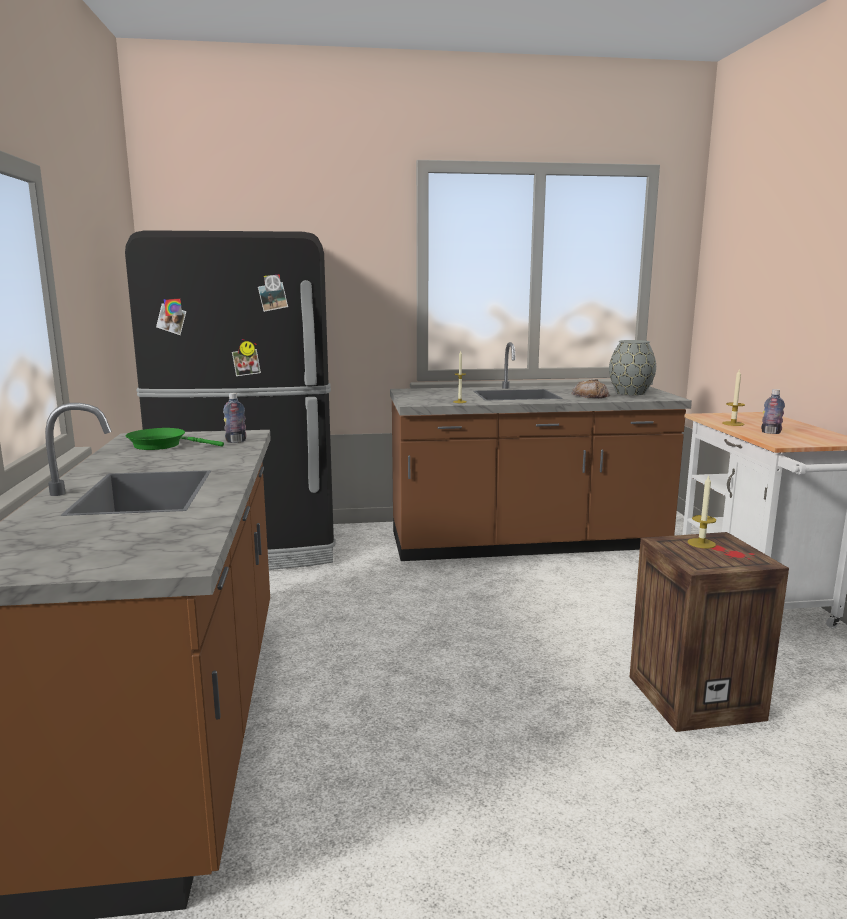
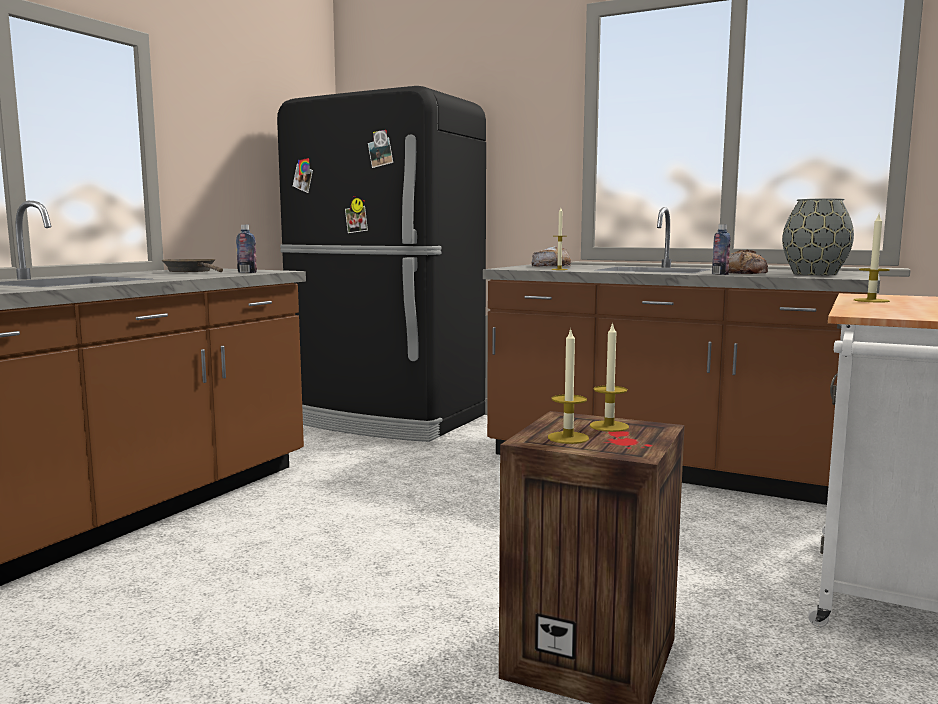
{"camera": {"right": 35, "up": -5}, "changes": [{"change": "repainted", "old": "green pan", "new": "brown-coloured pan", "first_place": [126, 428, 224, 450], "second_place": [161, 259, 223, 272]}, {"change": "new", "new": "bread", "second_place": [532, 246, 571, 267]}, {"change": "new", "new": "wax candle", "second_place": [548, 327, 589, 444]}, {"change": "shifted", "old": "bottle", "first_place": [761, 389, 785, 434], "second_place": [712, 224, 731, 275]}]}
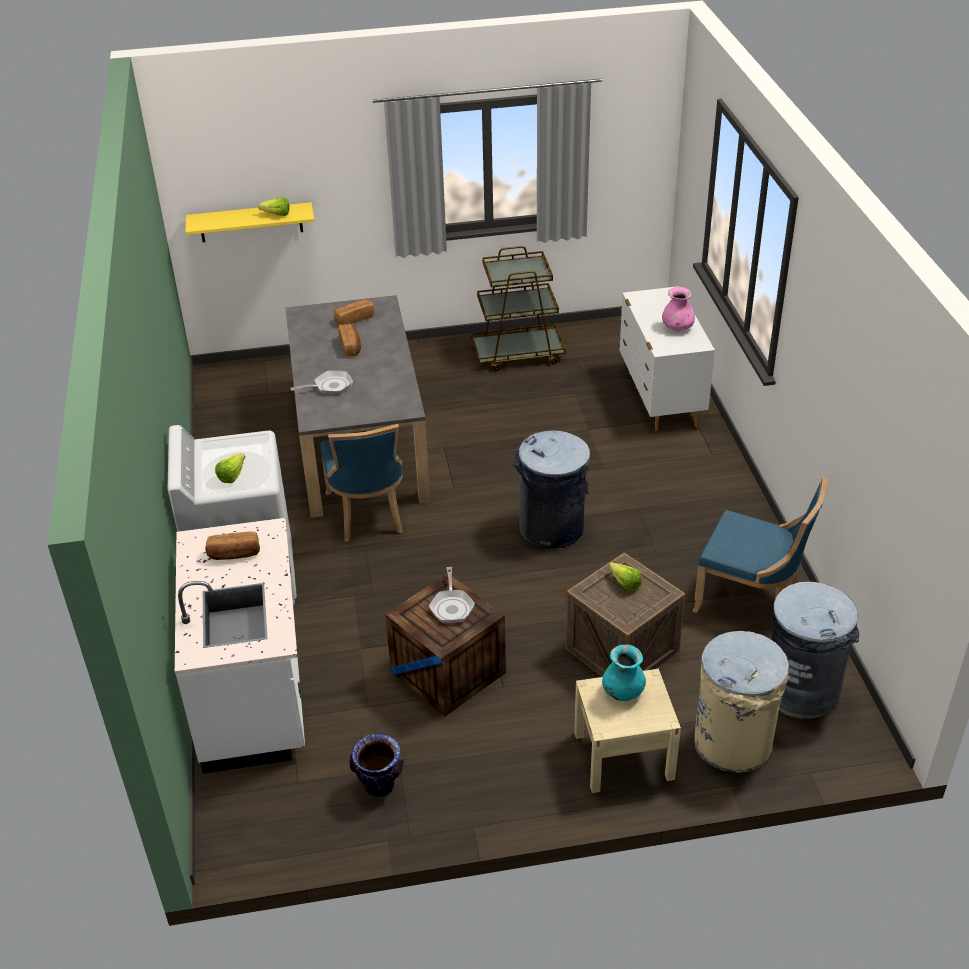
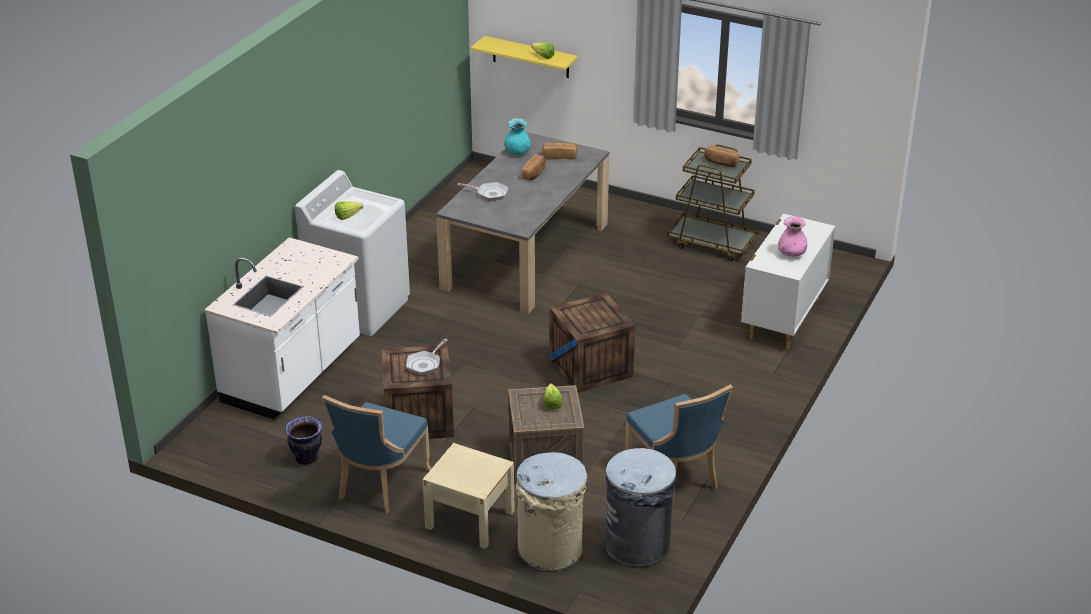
{"camera": {"right": 35, "up": -5}, "changes": [{"change": "shifted", "old": "blue-coloured plain chair", "first_place": [321, 424, 403, 542], "second_place": [322, 395, 431, 513]}, {"change": "shifted", "old": "turquoise decorative vase", "first_place": [602, 644, 646, 701], "second_place": [504, 118, 531, 155]}, {"change": "swapped", "old": "gray trash can", "new": "shipping crate", "first_place": [513, 431, 590, 549], "second_place": [549, 292, 635, 393]}, {"change": "shifted", "old": "bread", "first_place": [205, 531, 260, 560], "second_place": [704, 145, 740, 167]}]}
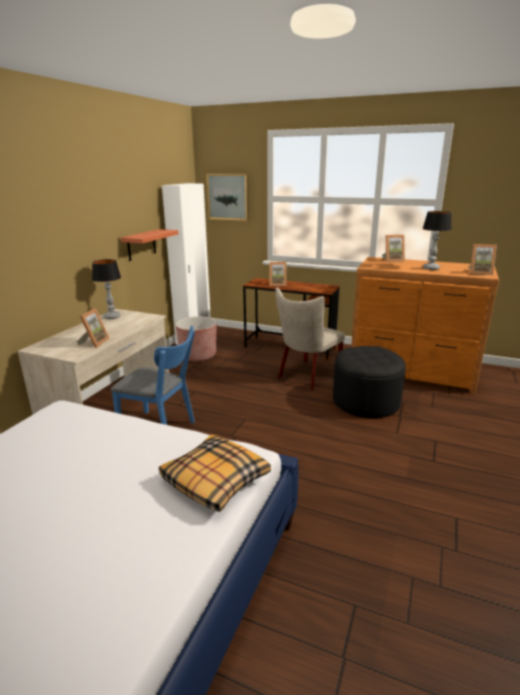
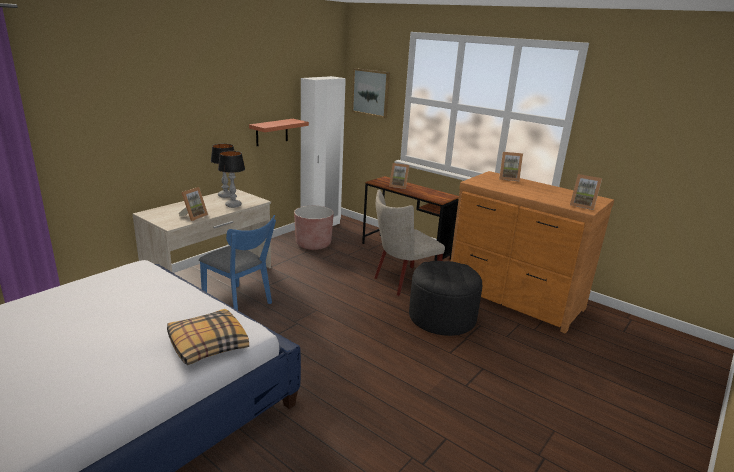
{"camera": {"right": 15, "up": 0}, "changes": [{"change": "shifted", "old": "tabletop lamp", "first_place": [422, 211, 452, 270], "second_place": [218, 151, 245, 208]}]}
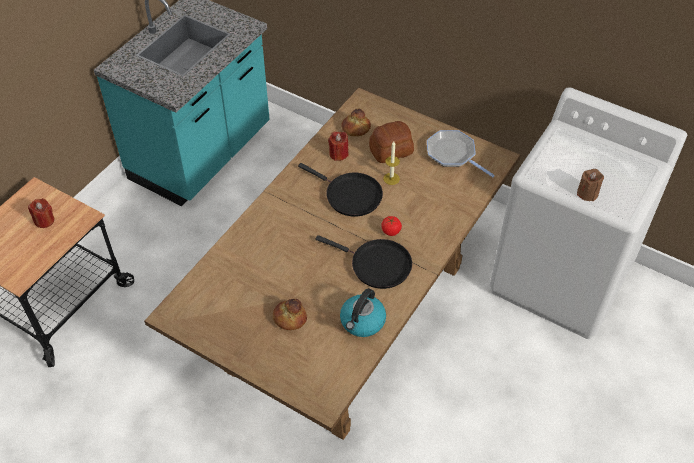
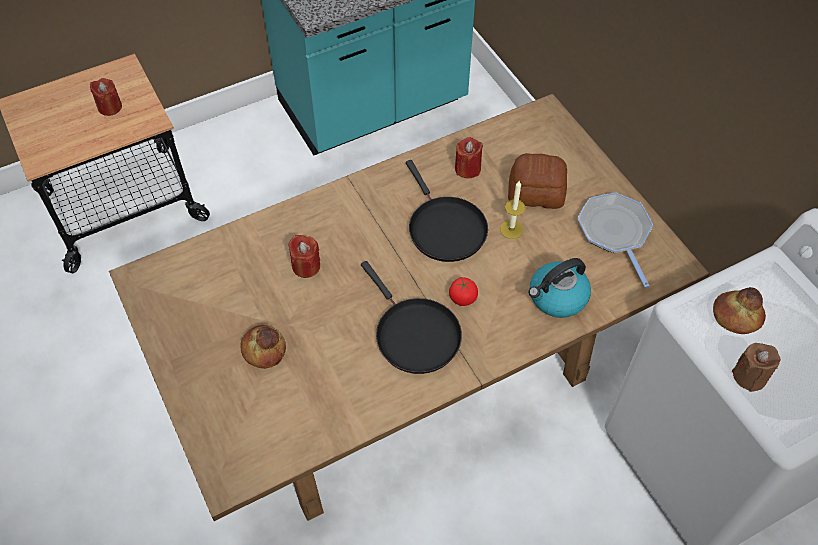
{"camera": {"right": 30, "up": 5}, "changes": [{"change": "new", "new": "red wax candle", "second_place": [288, 235, 320, 278]}, {"change": "shifted", "old": "kettle", "first_place": [340, 288, 386, 337], "second_place": [529, 258, 591, 318]}, {"change": "shifted", "old": "bread", "first_place": [342, 109, 371, 136], "second_place": [713, 287, 766, 334]}]}
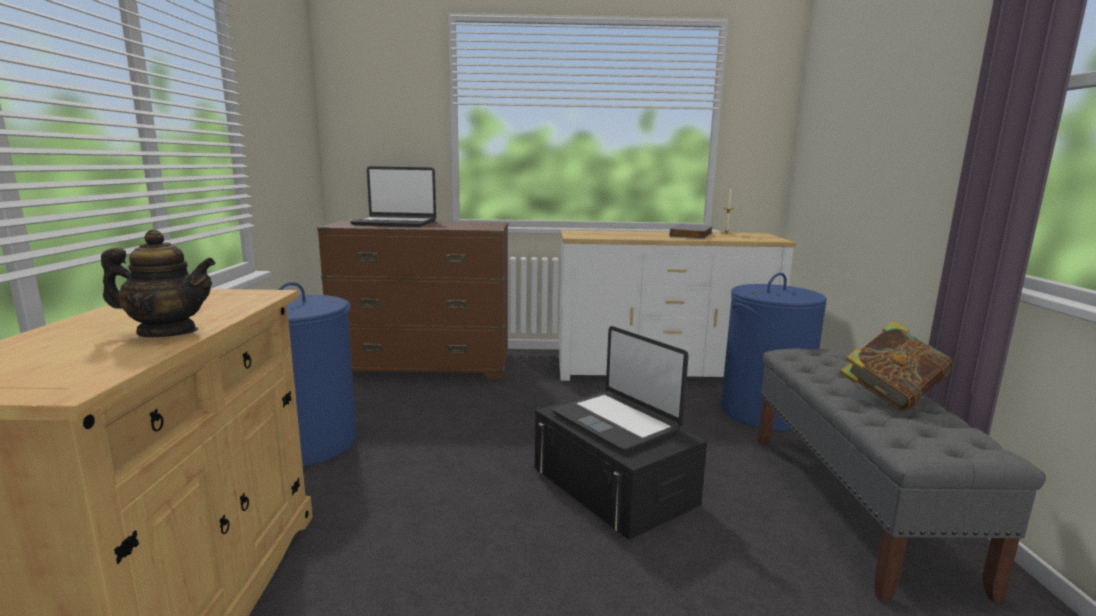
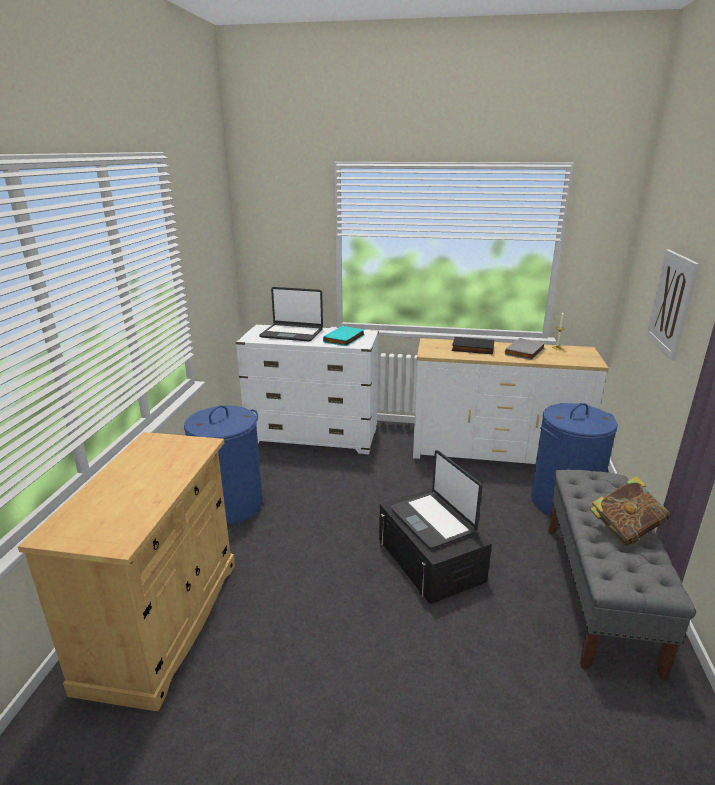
{"camera": {"right": 10, "up": 10}, "changes": [{"change": "repainted", "old": "brown-coloured dresser", "new": "white dresser", "first_place": [317, 219, 508, 380], "second_place": [236, 324, 379, 454]}, {"change": "new", "new": "turquoise book", "second_place": [323, 326, 365, 346]}, {"change": "new", "new": "black book", "second_place": [452, 337, 495, 354]}, {"change": "new", "new": "wall picture", "second_place": [646, 249, 700, 360]}, {"change": "gone", "old": "tea pot", "first_place": [101, 230, 216, 337]}]}
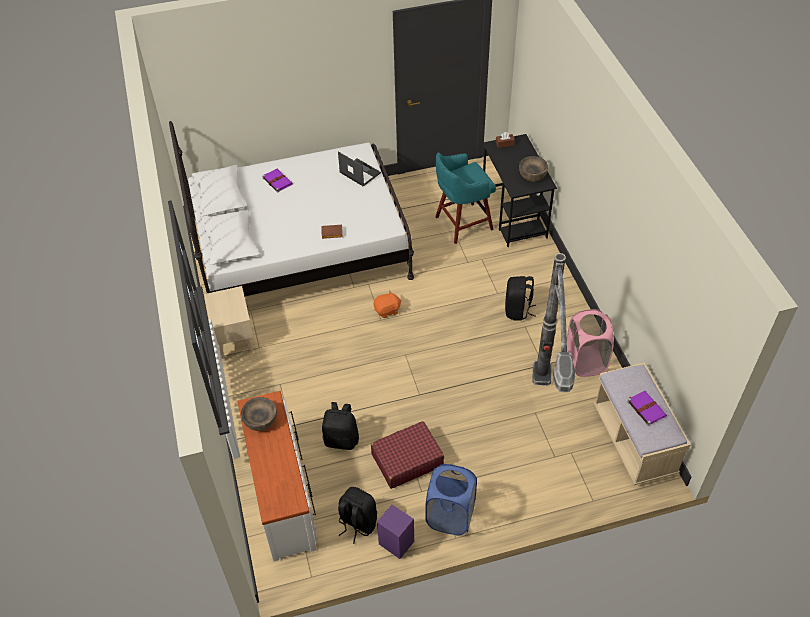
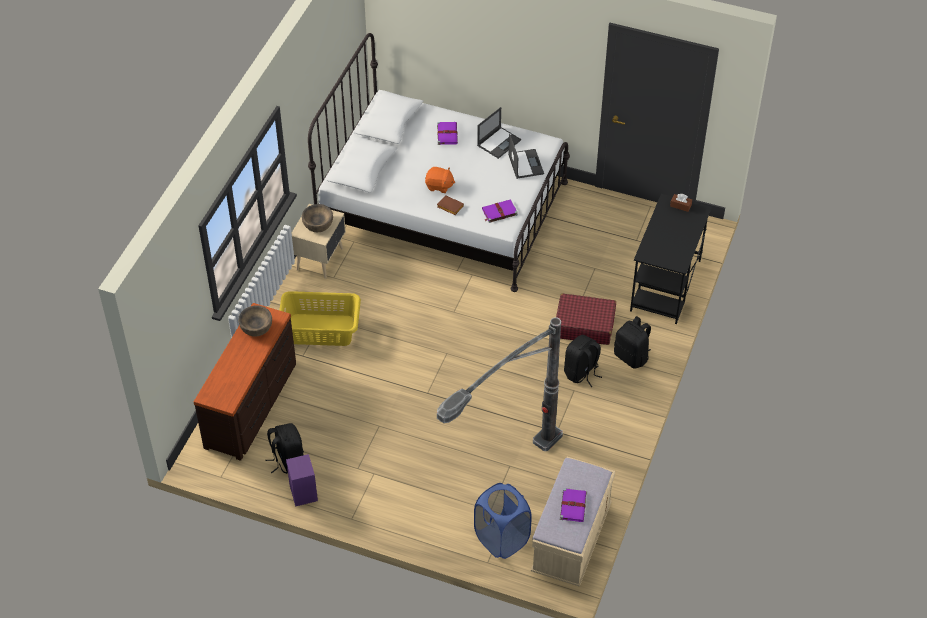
{"camera": {"right": 35, "up": 0}, "changes": [{"change": "repainted", "old": "white dresser", "new": "brown-coloured dresser", "first_place": [238, 391, 318, 562], "second_place": [194, 303, 296, 461]}, {"change": "new", "new": "yellowish hamper", "second_place": [279, 291, 361, 346]}, {"change": "shifted", "old": "brown-coloured deep dish", "first_place": [519, 156, 548, 182], "second_place": [302, 204, 333, 232]}, {"change": "shifted", "old": "orangey plush toy", "first_place": [373, 291, 402, 318], "second_place": [425, 167, 455, 193]}, {"change": "shifted", "old": "blue-coloured hamper", "first_place": [425, 464, 477, 536], "second_place": [474, 483, 532, 559]}, {"change": "new", "new": "laptop", "second_place": [477, 107, 521, 159]}, {"change": "new", "new": "purple-coloured book", "second_place": [482, 200, 518, 223]}, {"change": "shifted", "old": "red suitcase", "first_place": [371, 421, 444, 489], "second_place": [556, 294, 616, 345]}, {"change": "shifted", "old": "black backpack", "first_place": [322, 402, 359, 450], "second_place": [614, 316, 651, 368]}, {"change": "gone", "old": "turquoise stool", "first_place": [435, 153, 496, 244]}, {"change": "gone", "old": "pinkish hamper", "first_place": [567, 309, 614, 377]}]}
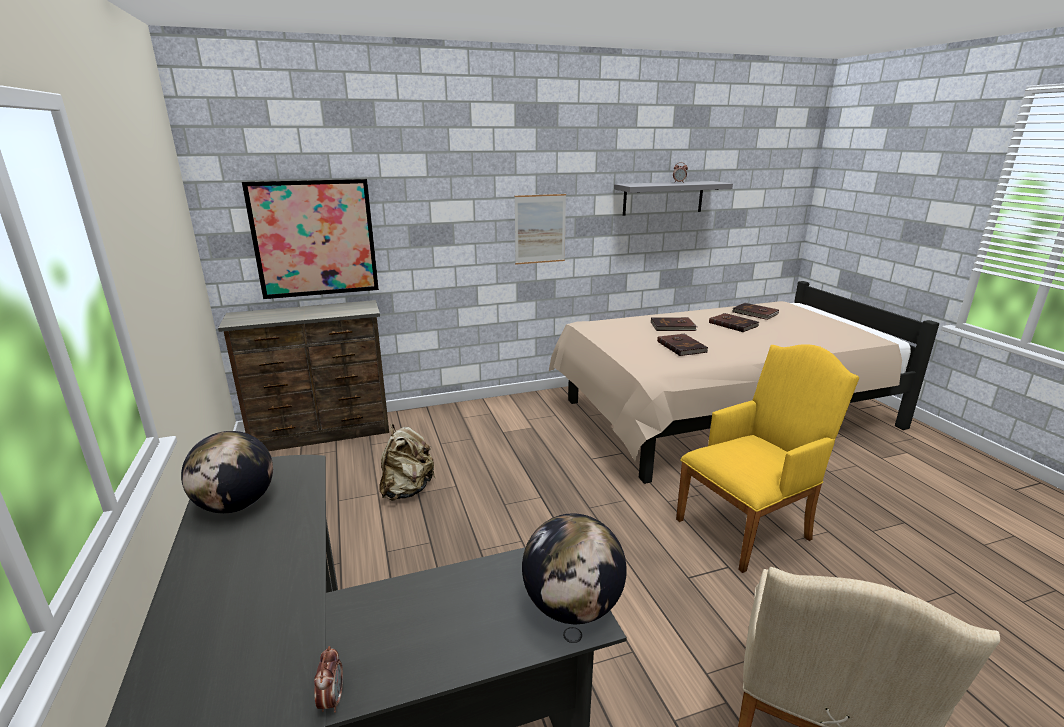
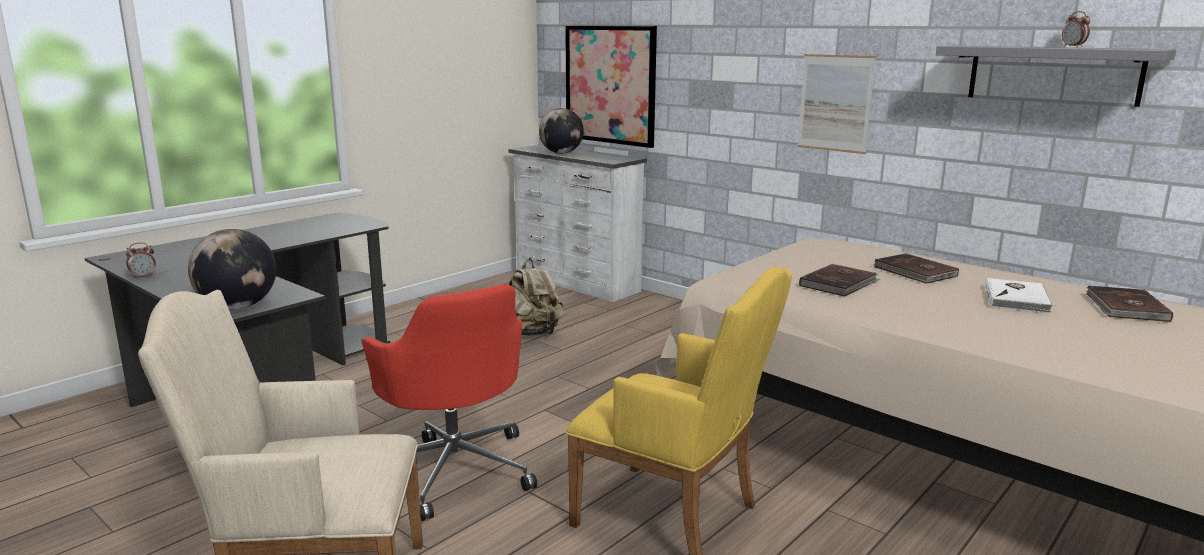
{"camera": {"right": 60, "up": -5}, "changes": [{"change": "new", "new": "red desk chair", "second_place": [361, 284, 537, 521]}, {"change": "repainted", "old": "brown-coloured dresser", "new": "white dresser", "first_place": [218, 300, 389, 451], "second_place": [509, 144, 647, 302]}, {"change": "shifted", "old": "desk globe", "first_place": [181, 431, 273, 513], "second_place": [539, 108, 584, 154]}, {"change": "repainted", "old": "brown-coloured book", "new": "white book", "first_place": [709, 313, 759, 332], "second_place": [986, 278, 1053, 314]}]}
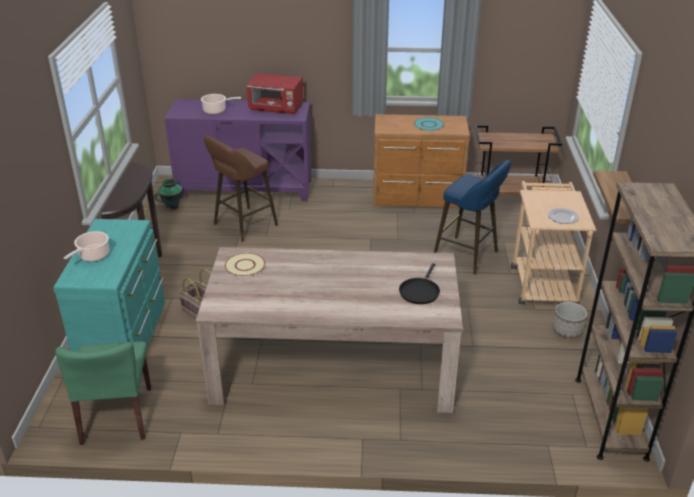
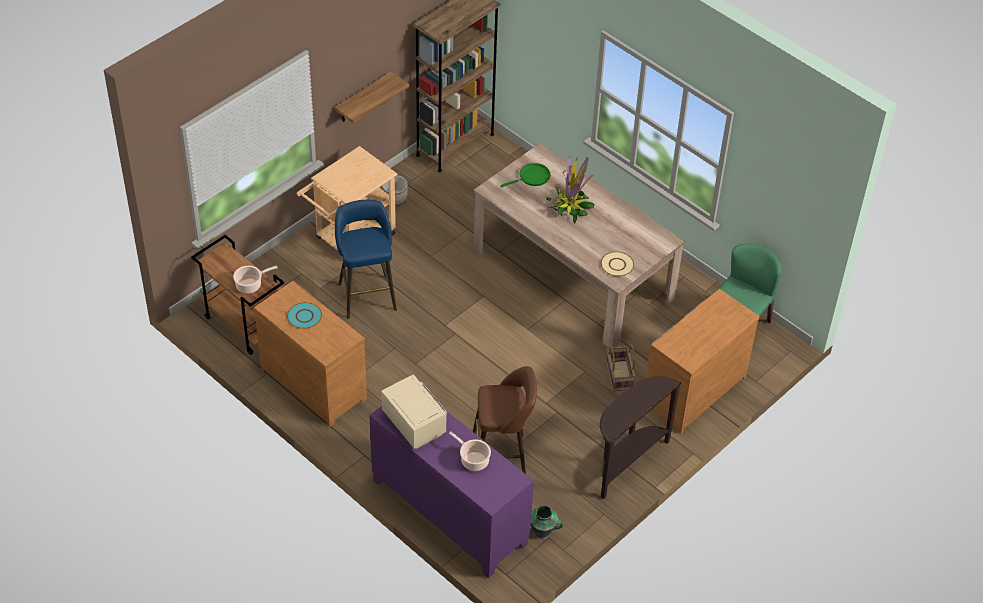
{"camera": {"right": -140, "up": 15}, "changes": [{"change": "shifted", "old": "saucepot", "first_place": [64, 231, 109, 262], "second_place": [233, 266, 278, 294]}, {"change": "repainted", "old": "red microwave oven", "new": "beige-coloured microwave oven", "first_place": [246, 73, 303, 115], "second_place": [381, 374, 447, 449]}, {"change": "repainted", "old": "black pan", "new": "green pan", "first_place": [399, 263, 440, 304], "second_place": [500, 163, 550, 187]}, {"change": "new", "new": "houseplant", "second_place": [547, 157, 595, 224]}, {"change": "repainted", "old": "turquoise dresser", "new": "brown-coloured dresser", "first_place": [53, 219, 165, 352], "second_place": [646, 289, 759, 434]}, {"change": "gone", "old": "flat dish", "first_place": [548, 208, 579, 224]}]}
